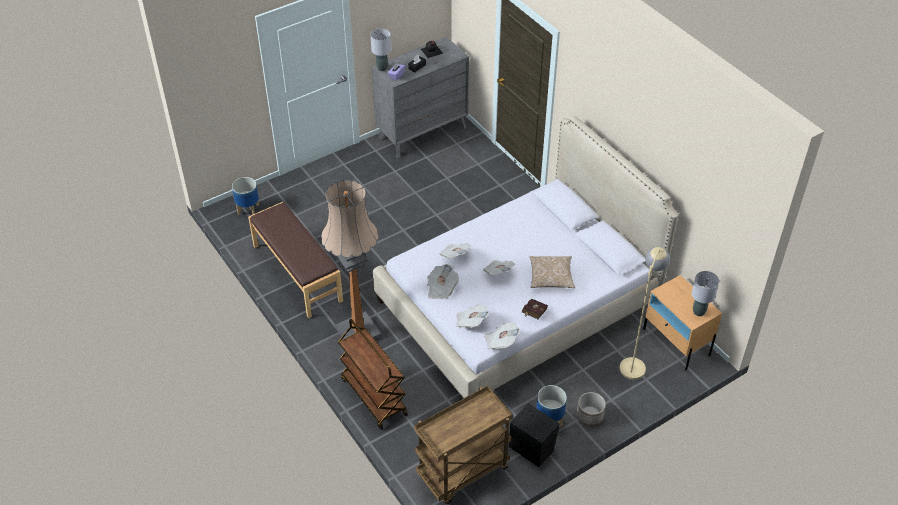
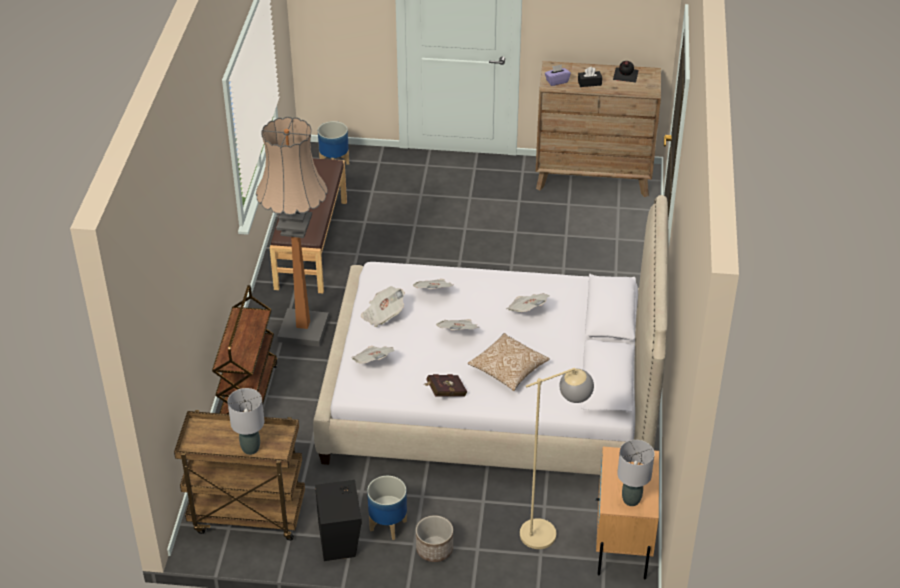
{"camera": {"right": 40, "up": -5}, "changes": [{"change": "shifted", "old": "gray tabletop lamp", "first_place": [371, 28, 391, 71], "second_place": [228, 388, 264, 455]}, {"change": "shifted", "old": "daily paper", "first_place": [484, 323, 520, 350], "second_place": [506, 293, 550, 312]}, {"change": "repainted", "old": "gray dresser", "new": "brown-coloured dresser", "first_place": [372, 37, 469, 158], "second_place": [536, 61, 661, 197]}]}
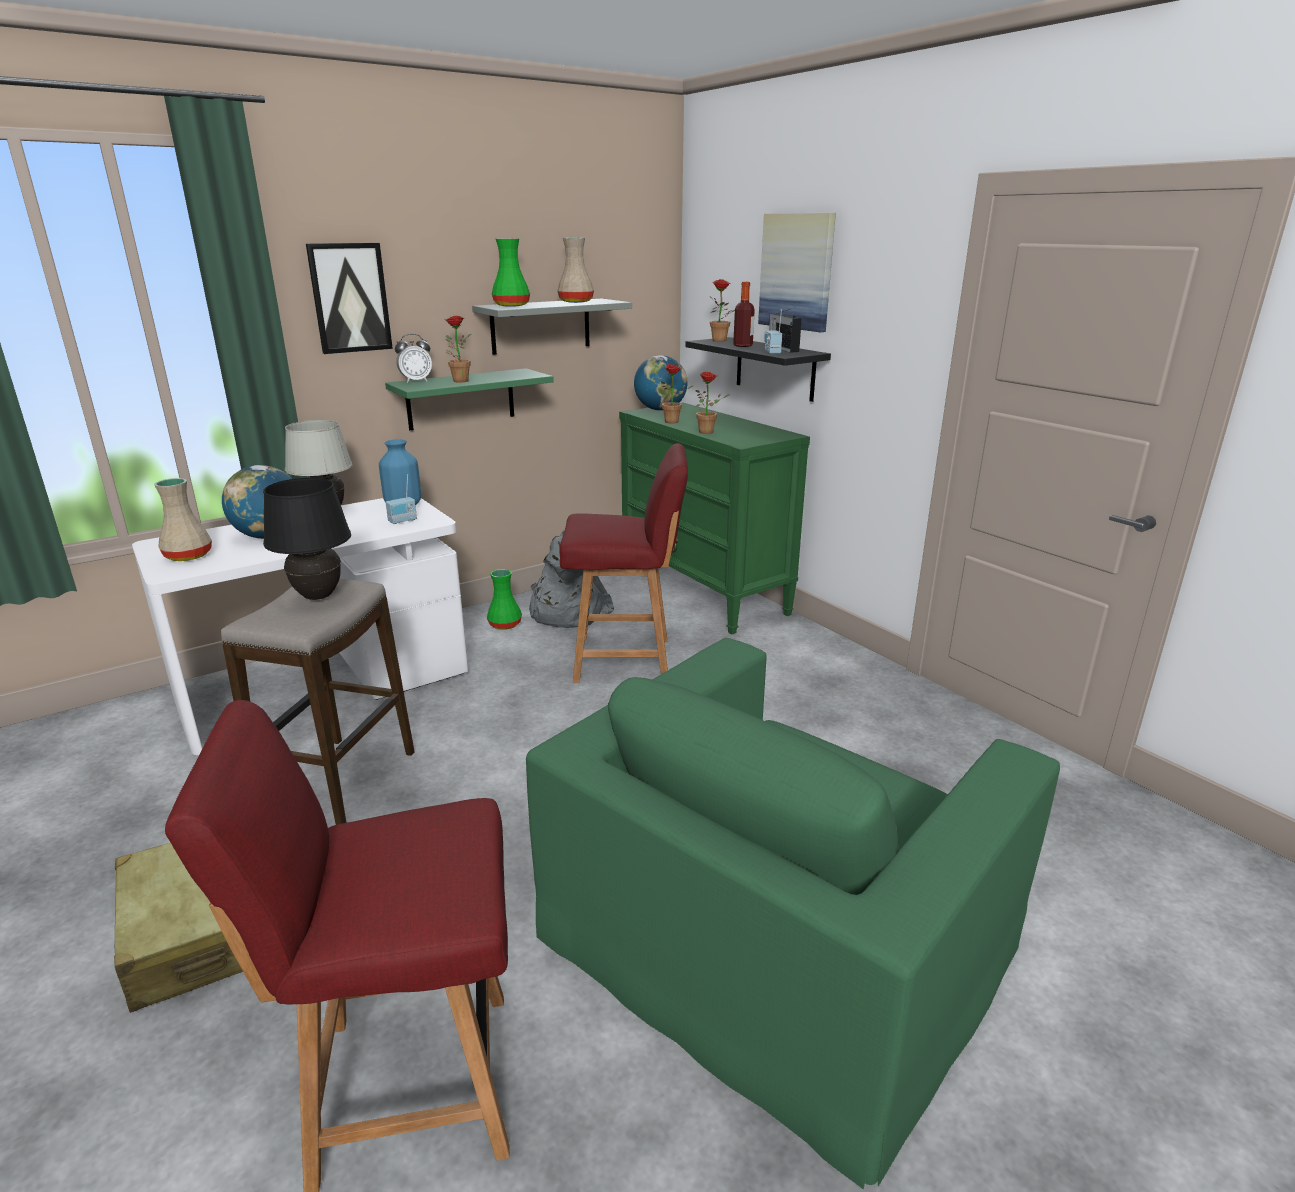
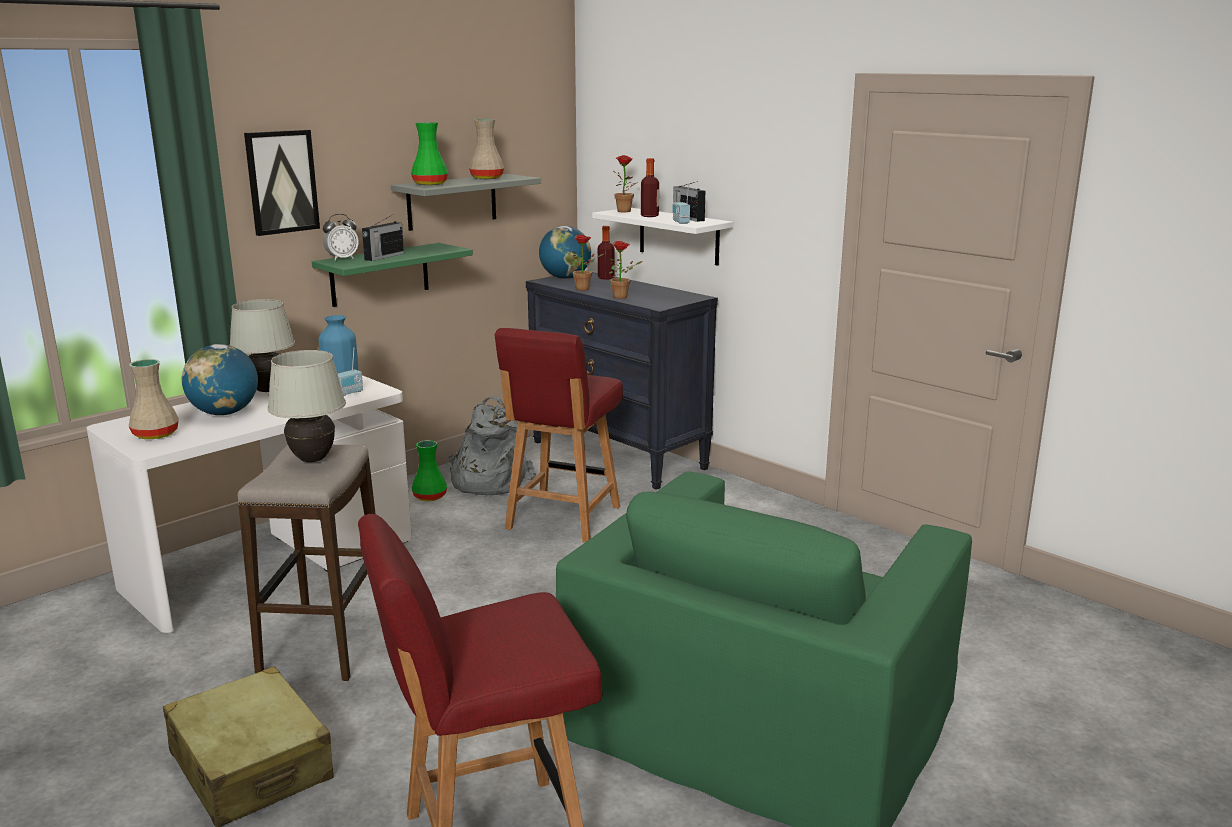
{"camera": {"right": -10, "up": -5}, "changes": [{"change": "repainted", "old": "black tabletop lamp", "new": "white tabletop lamp", "first_place": [263, 478, 351, 600], "second_place": [267, 350, 346, 462]}, {"change": "swapped", "old": "houseplant", "new": "radio", "first_place": [444, 316, 471, 382], "second_place": [362, 215, 404, 261]}, {"change": "rotated", "old": "red plain chair", "first_place": [559, 443, 688, 683], "second_place": [494, 328, 623, 543], "degrees": 120}, {"change": "repainted", "old": "green dresser", "new": "black dresser", "first_place": [619, 403, 810, 634], "second_place": [526, 272, 718, 490]}, {"change": "repainted", "old": "black wall shelf", "new": "white wall shelf", "first_place": [685, 337, 831, 402], "second_place": [592, 208, 733, 266]}, {"change": "new", "new": "bottle", "second_place": [598, 226, 614, 280]}, {"change": "gone", "old": "wall picture", "first_place": [758, 213, 836, 332]}]}
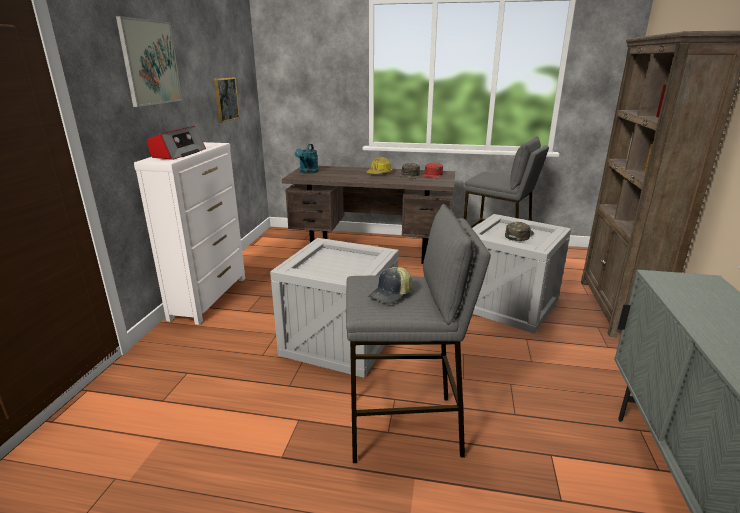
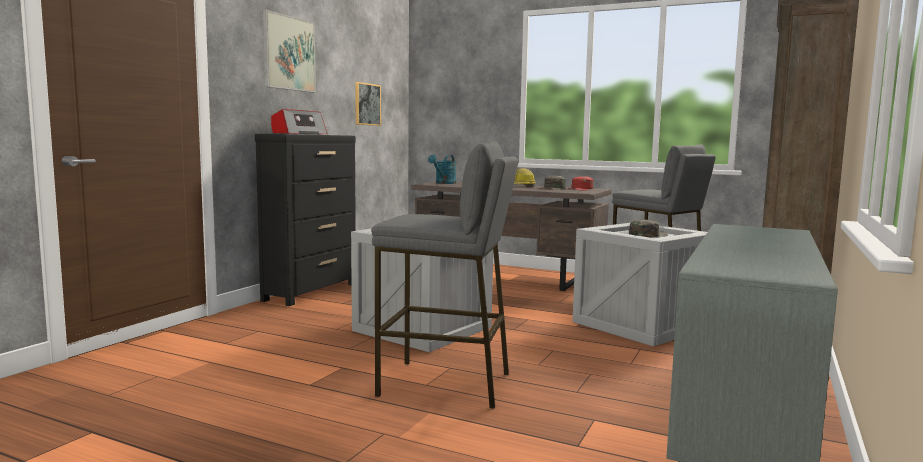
{"camera": {"right": 15, "up": -15}, "changes": [{"change": "repainted", "old": "white dresser", "new": "black dresser", "first_place": [134, 142, 245, 325], "second_place": [255, 134, 356, 306]}, {"change": "gone", "old": "baseball cap", "first_place": [368, 267, 412, 304]}]}
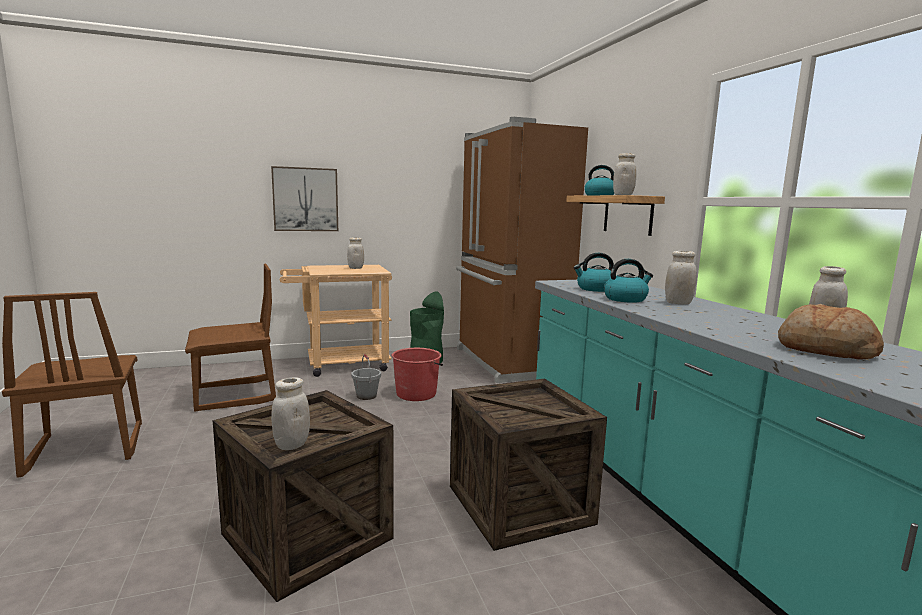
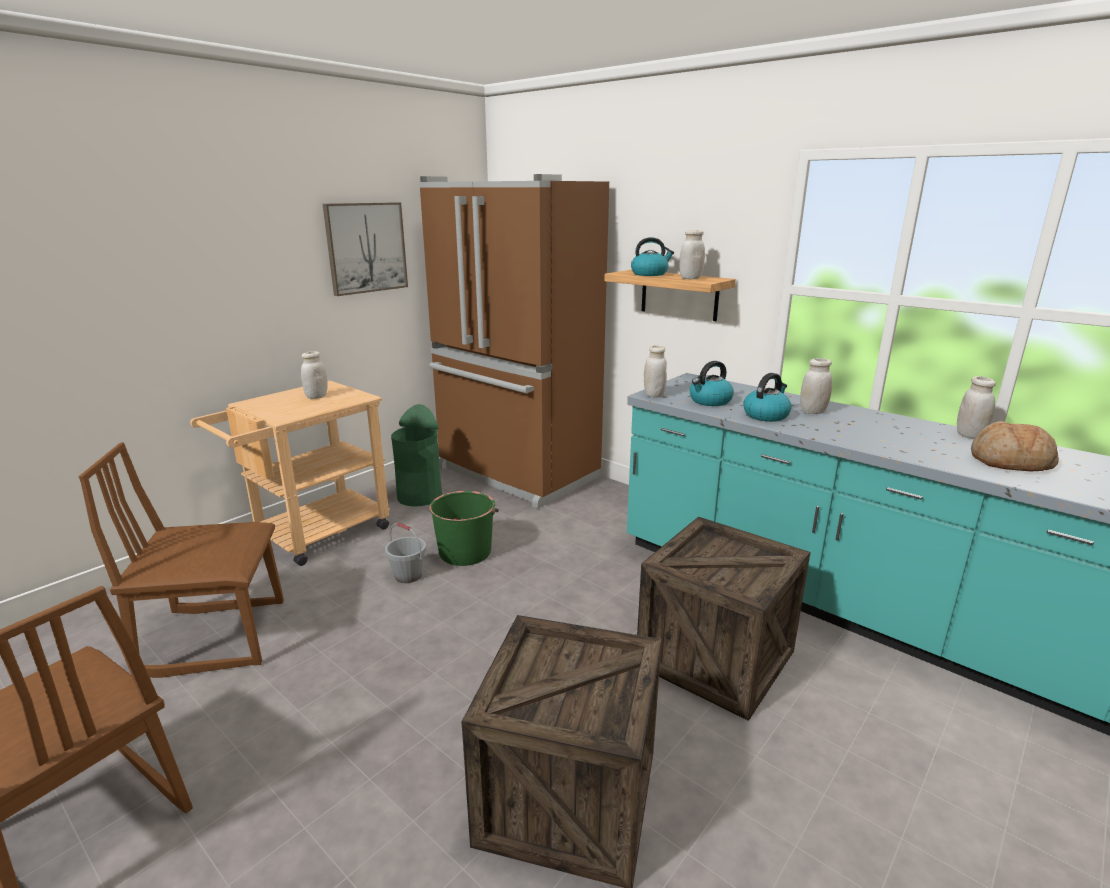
{"camera": {"right": -30, "up": 10}, "changes": [{"change": "rotated", "old": "brown-coloured plain chair", "first_place": [185, 264, 276, 412], "second_place": [79, 442, 284, 678], "degrees": -135}, {"change": "shifted", "old": "wall picture", "first_place": [271, 166, 338, 231], "second_place": [323, 202, 408, 296]}, {"change": "repainted", "old": "red water bucket", "new": "green water bucket", "first_place": [392, 348, 443, 401], "second_place": [429, 491, 499, 566]}, {"change": "shifted", "old": "white jar", "first_place": [271, 377, 310, 450], "second_place": [644, 345, 667, 398]}]}
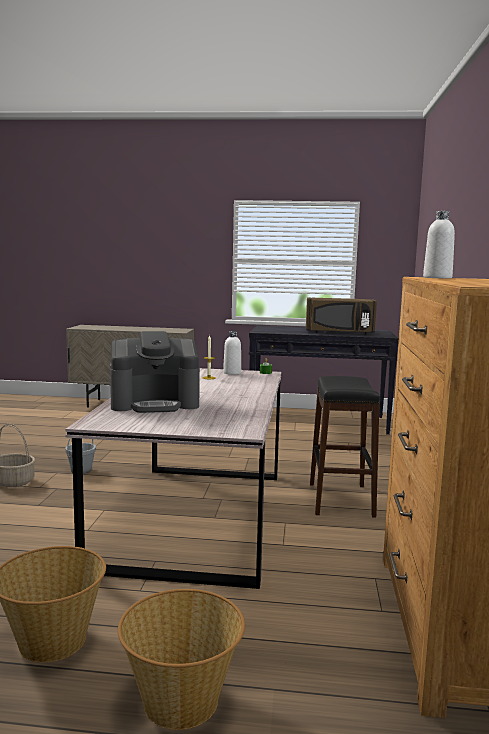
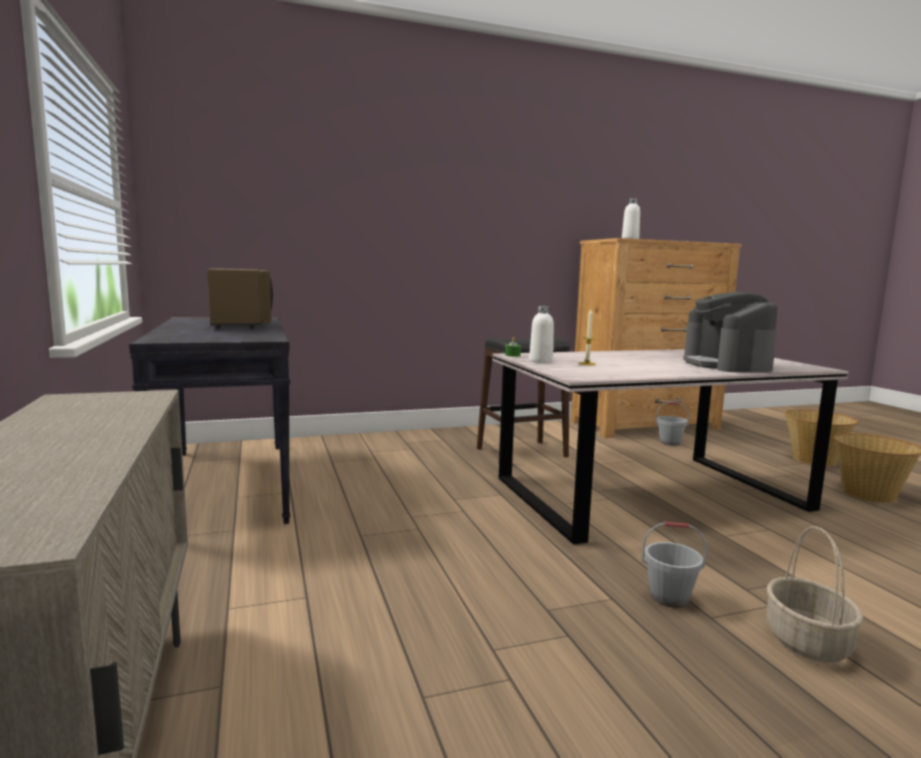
{"camera": {"right": -115, "up": 0}, "changes": [{"change": "new", "new": "gray water bucket", "second_place": [656, 402, 689, 446]}, {"change": "rotated", "old": "coffee brewer", "first_place": [110, 331, 200, 413], "second_place": [683, 292, 778, 373], "degrees": -150}]}
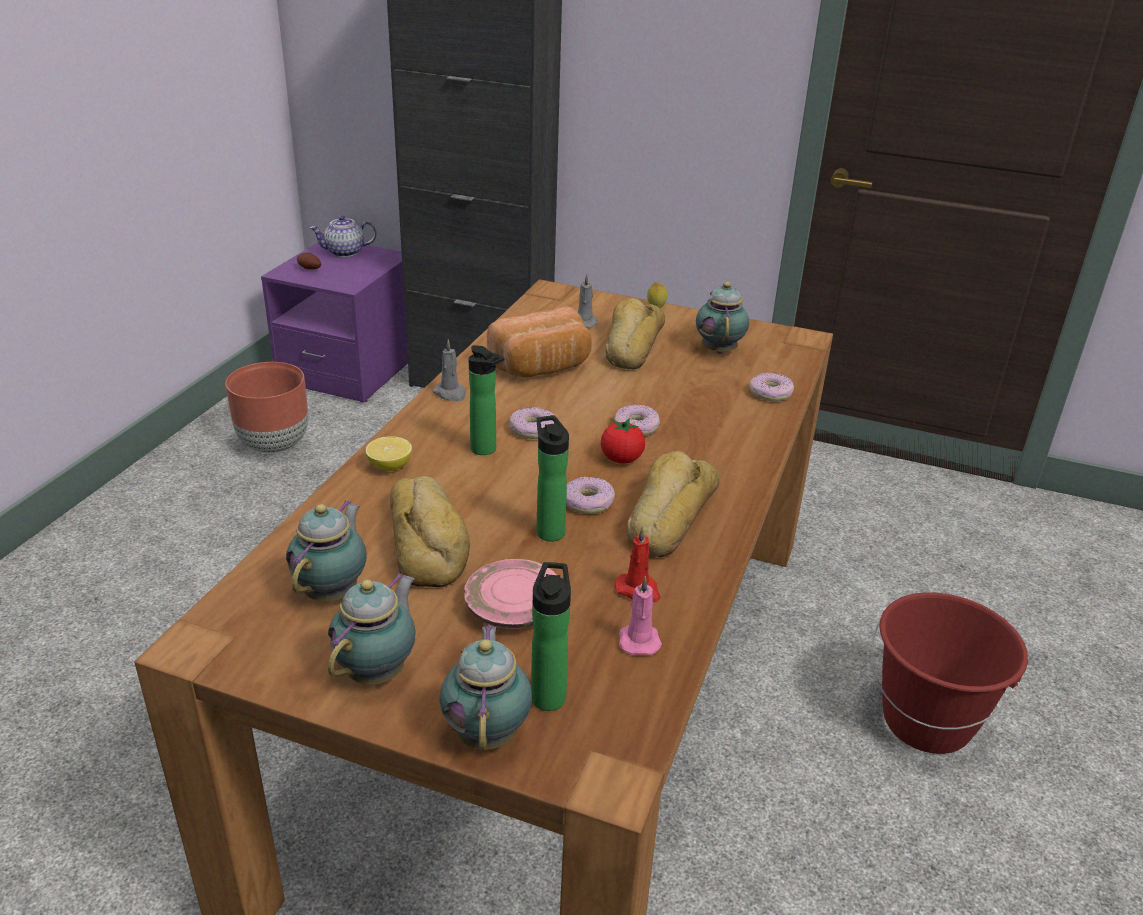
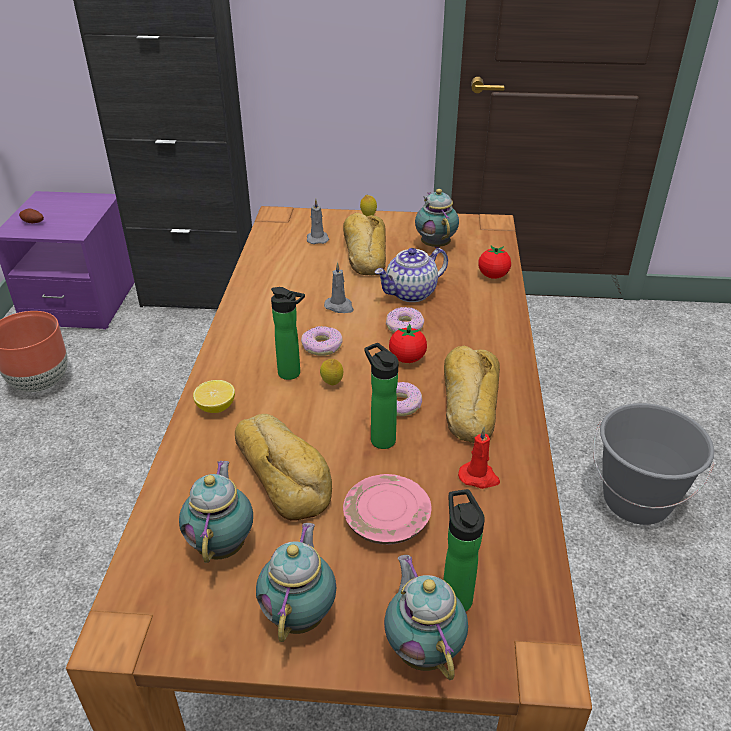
{"camera": {"right": -15, "up": 5}, "changes": [{"change": "new", "new": "whole lemon", "second_place": [320, 359, 343, 385]}, {"change": "shifted", "old": "gray wax candle", "first_place": [433, 339, 466, 402], "second_place": [324, 262, 354, 313]}, {"change": "shifted", "old": "tea pot", "first_place": [309, 215, 376, 257], "second_place": [375, 248, 448, 302]}, {"change": "swapped", "old": "doughnut", "new": "whole tomato", "first_place": [749, 373, 794, 402], "second_place": [478, 246, 511, 279]}, {"change": "repainted", "old": "red water bucket", "new": "gray water bucket", "first_place": [871, 592, 1028, 754], "second_place": [593, 403, 714, 525]}, {"change": "gone", "old": "bread", "first_place": [487, 307, 592, 377]}, {"change": "gone", "old": "pinkish wax candle", "first_place": [619, 576, 662, 655]}]}
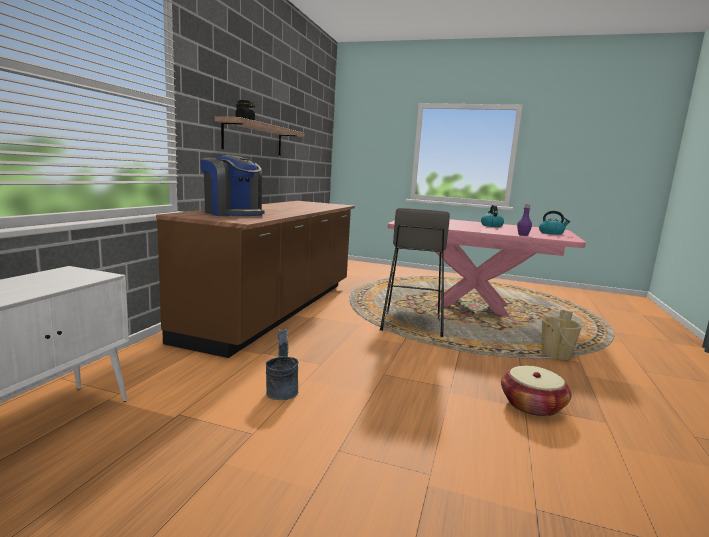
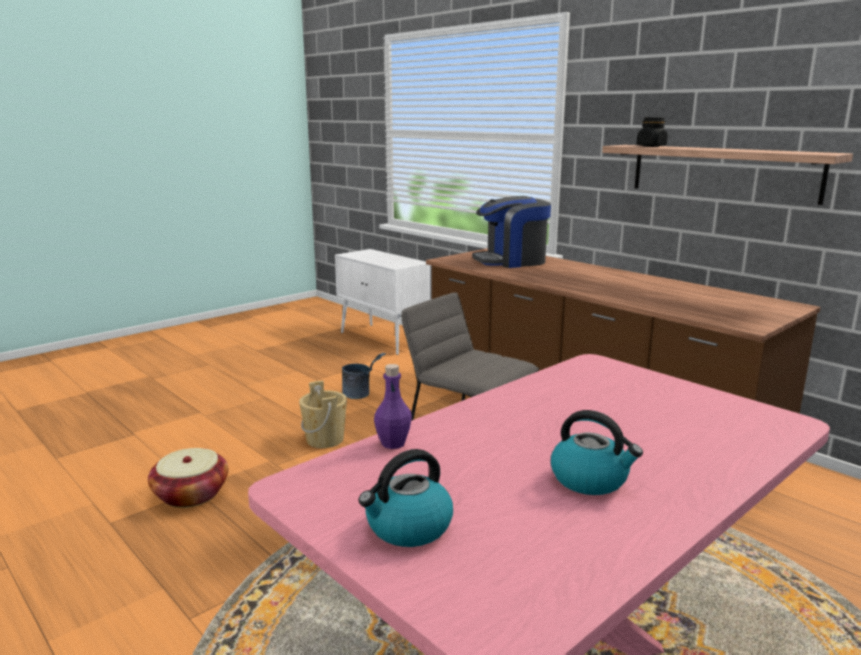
{"camera": {"right": 120, "up": 5}, "changes": [{"change": "shifted", "old": "beige-coloured water bucket", "first_place": [541, 310, 582, 360], "second_place": [299, 380, 347, 448]}]}
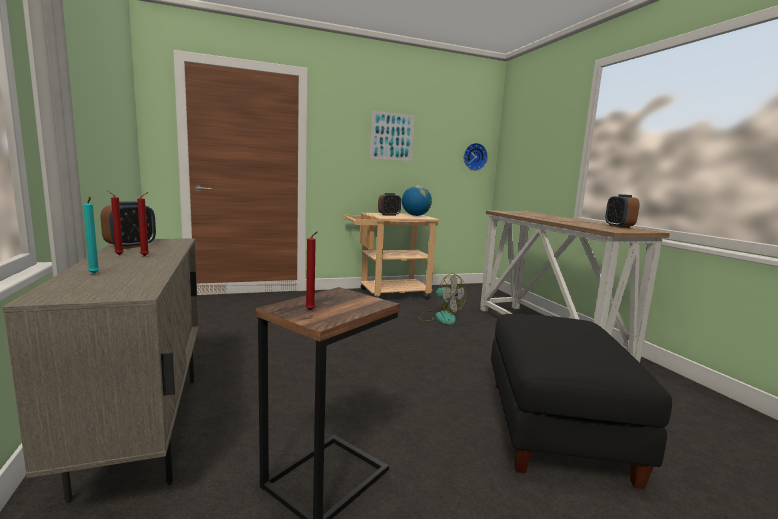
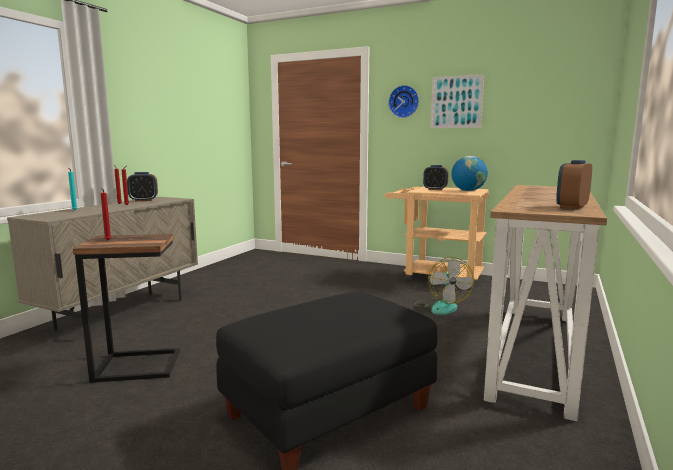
{"camera": {"right": 45, "up": 0}, "changes": [{"change": "shifted", "old": "hanging clock", "first_place": [464, 143, 488, 171], "second_place": [388, 85, 419, 118]}]}
